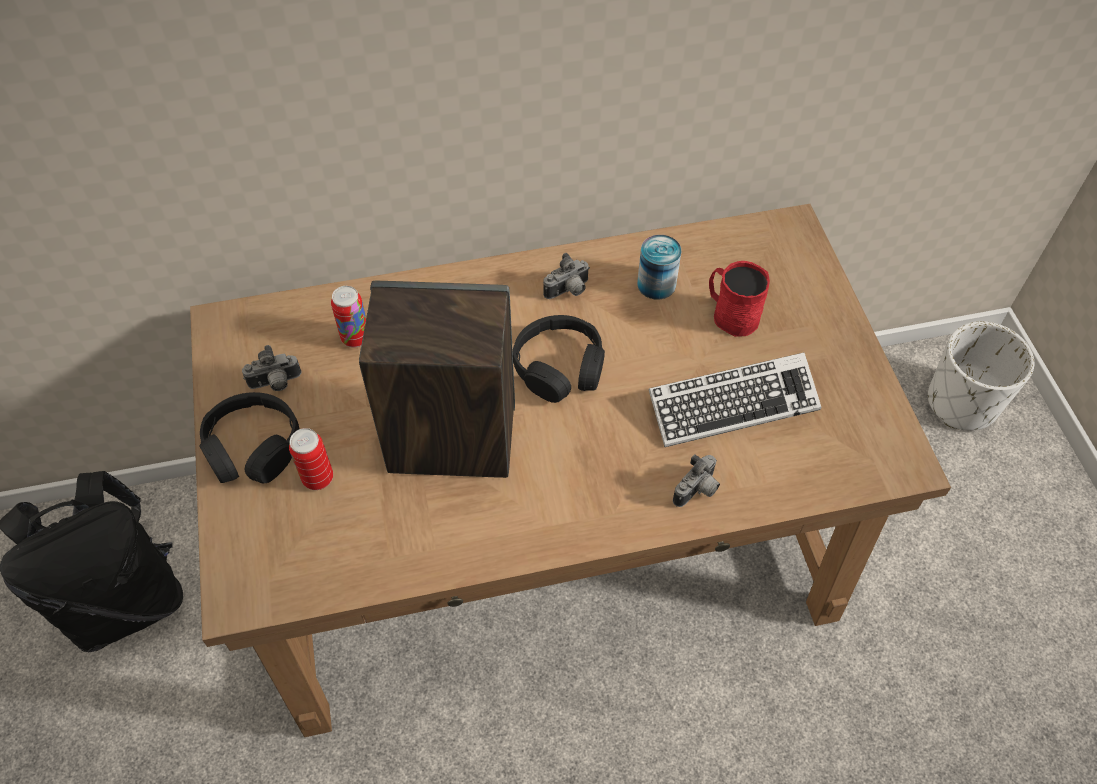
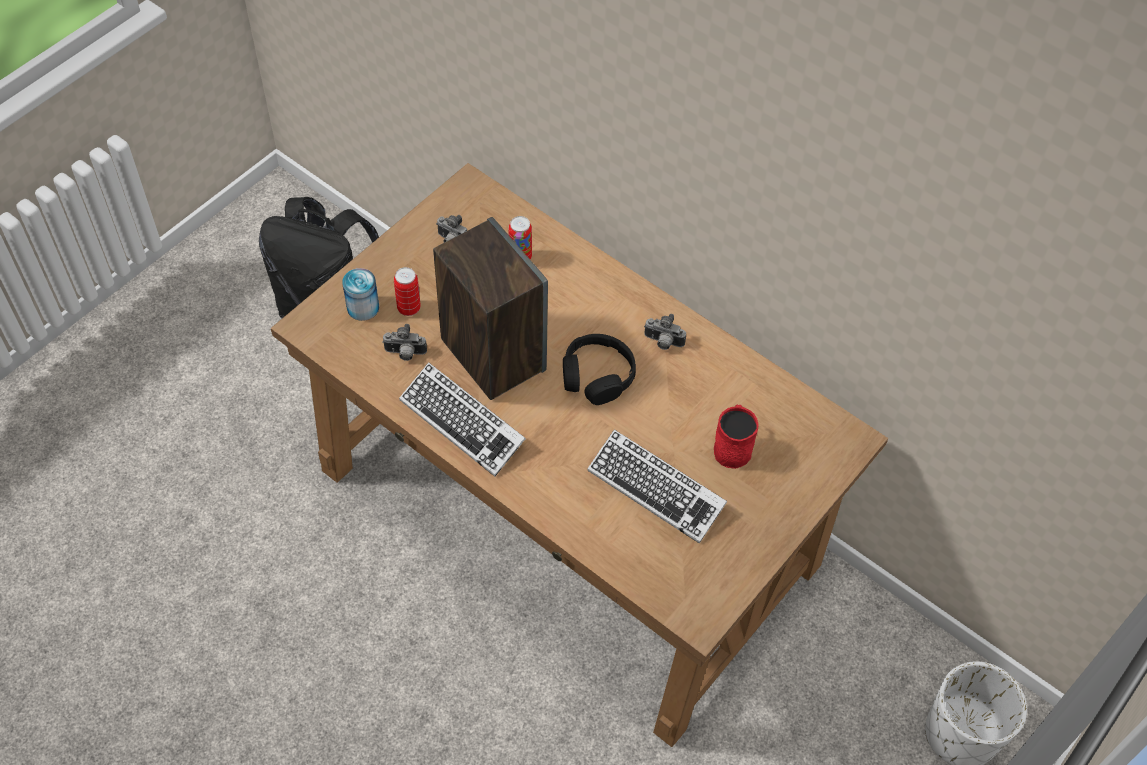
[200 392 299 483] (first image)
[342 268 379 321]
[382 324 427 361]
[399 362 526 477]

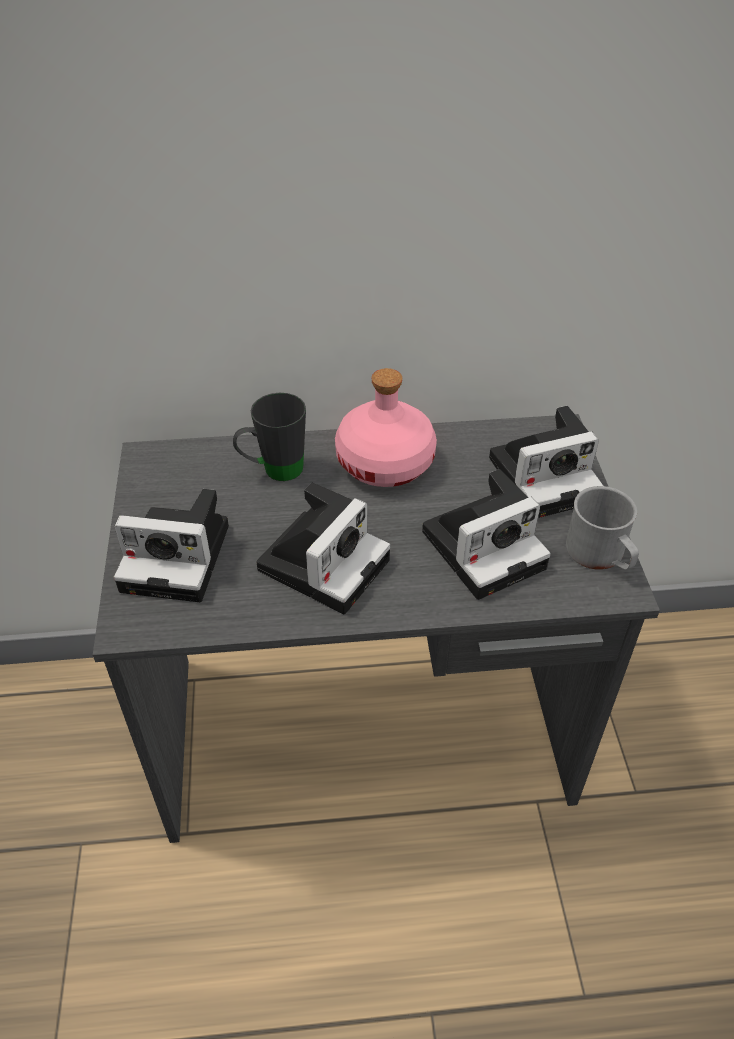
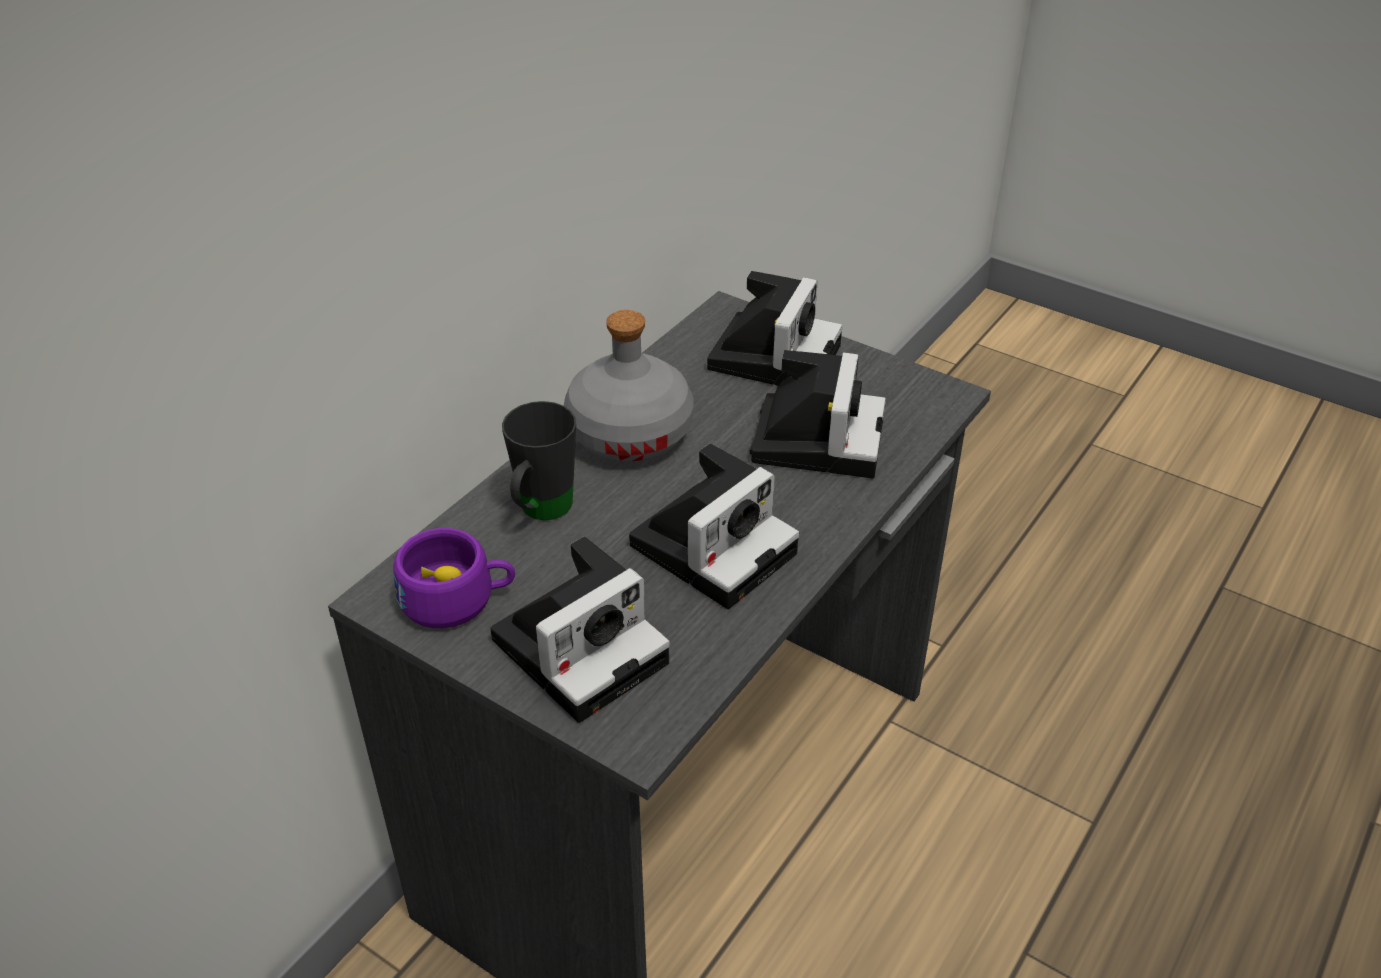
[629 444 799 609]
[564 310 694 461]
[566 486 639 570] (first image)
[393 528 515 628]

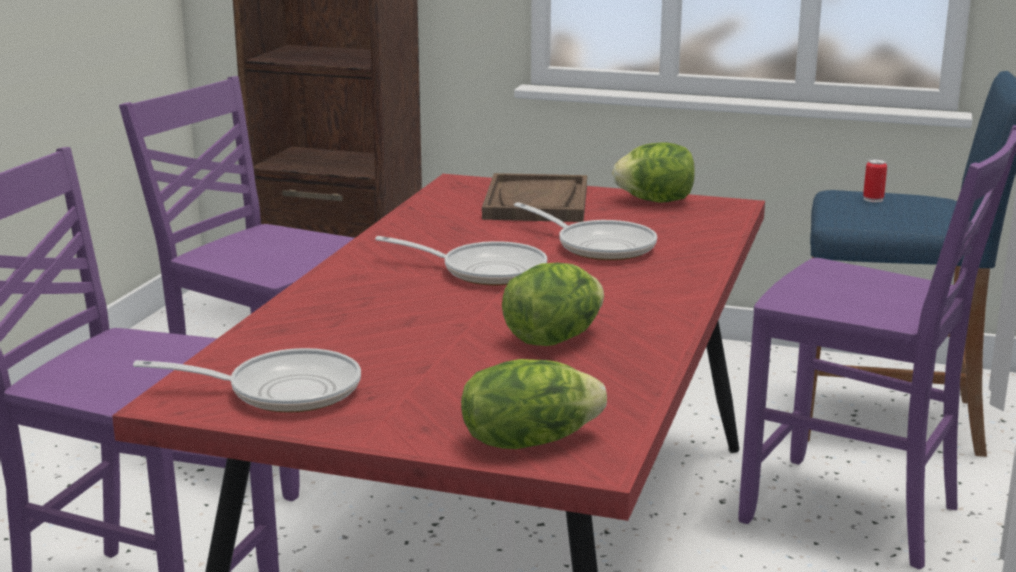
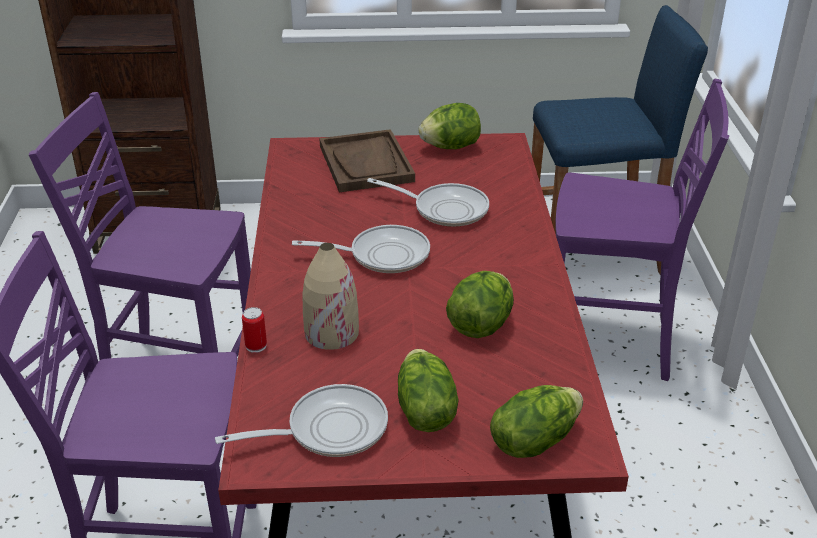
[242 307 267 353]
[303 243 359 350]
[398 349 459 432]

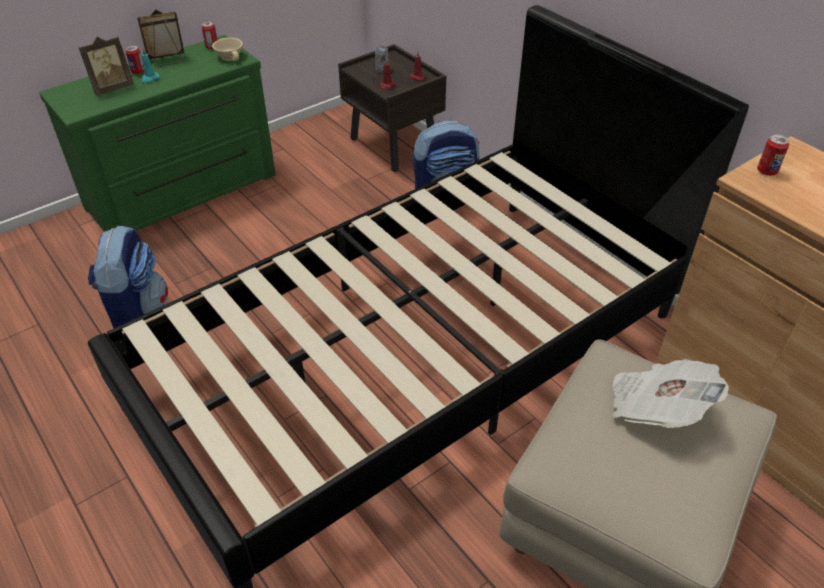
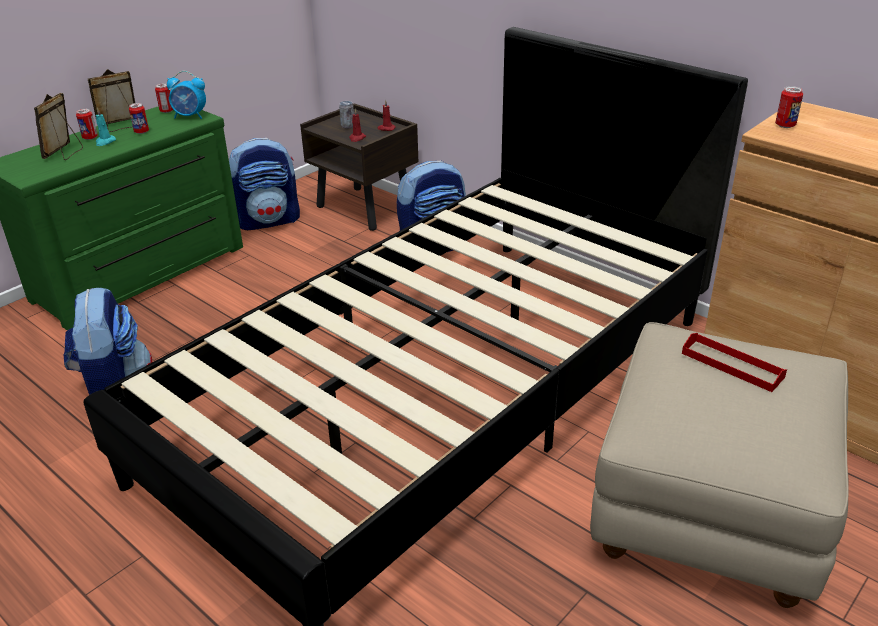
[34 93 83 160]
[167 71 206 119]
[682 333 787 392]
[129 103 149 134]
[229 138 300 230]

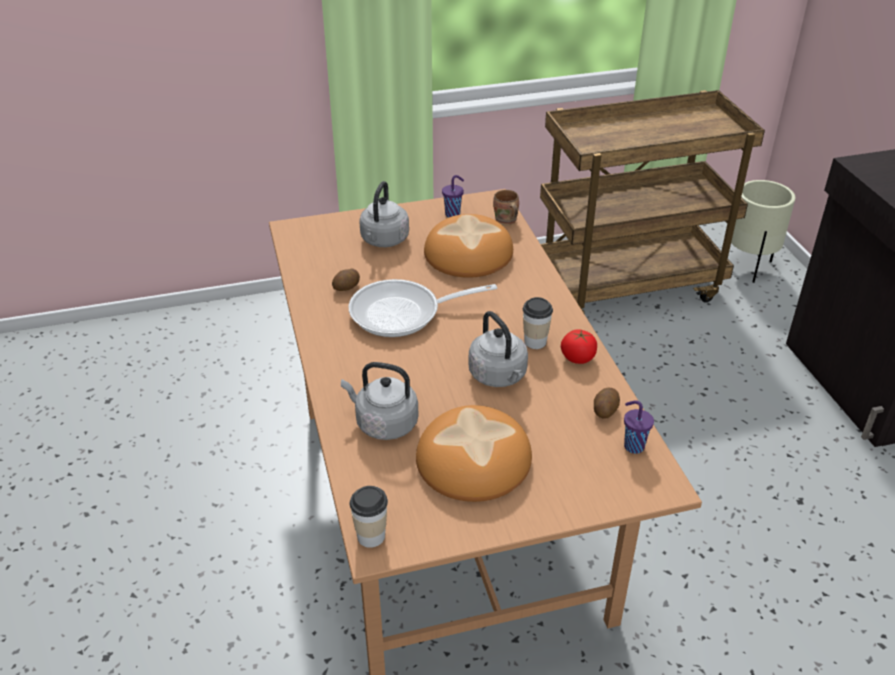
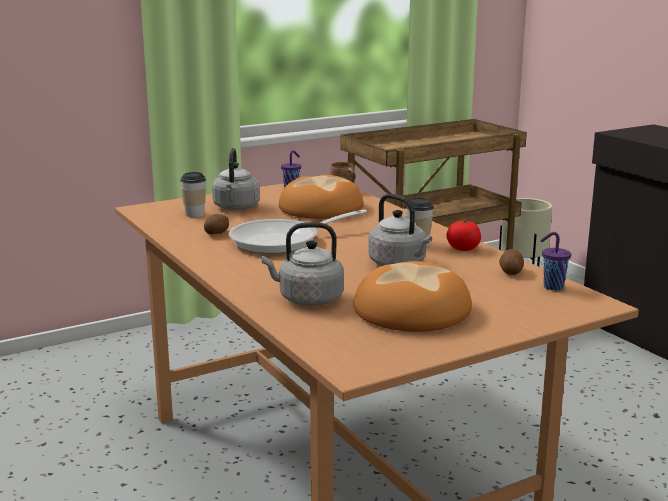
[180 172 206 217]

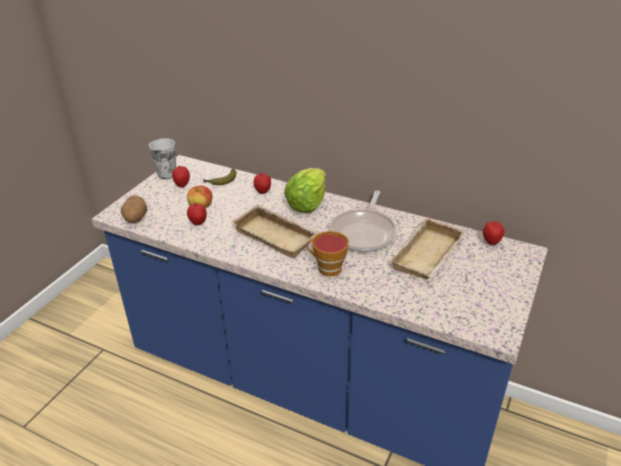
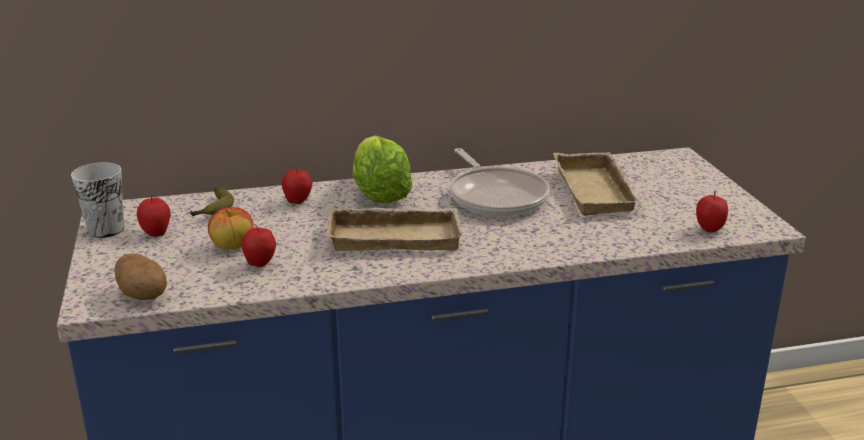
[307 231 349 276] (first image)
[696 191 728 233]

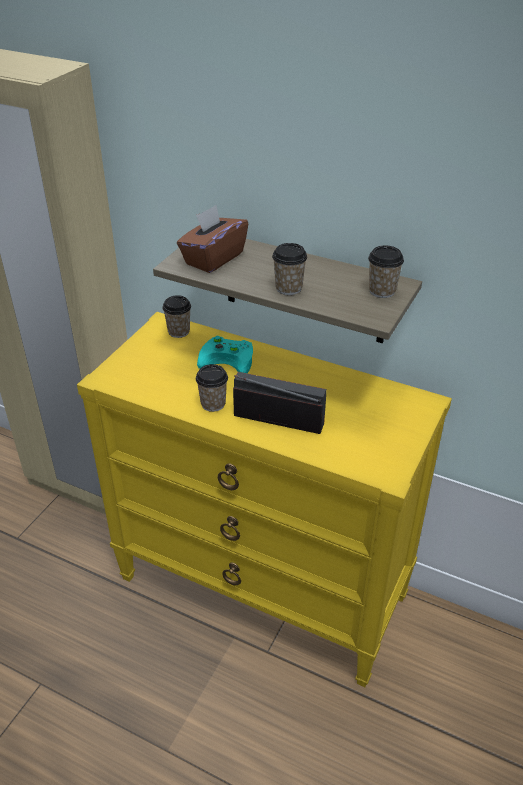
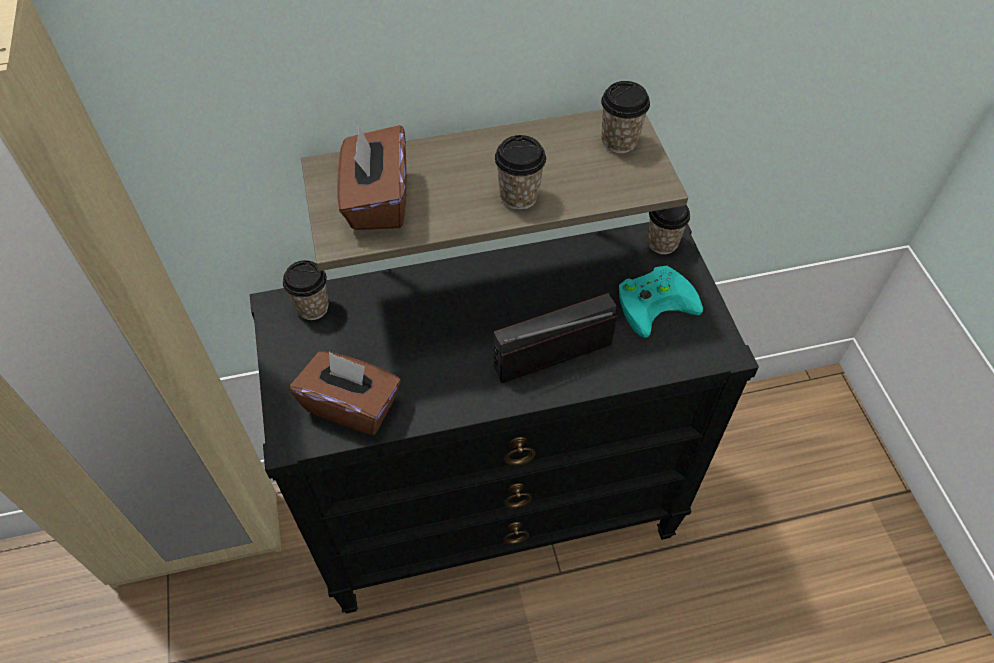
[250 222 759 614]
[647 205 690 254]
[619 266 703 338]
[290 351 401 435]

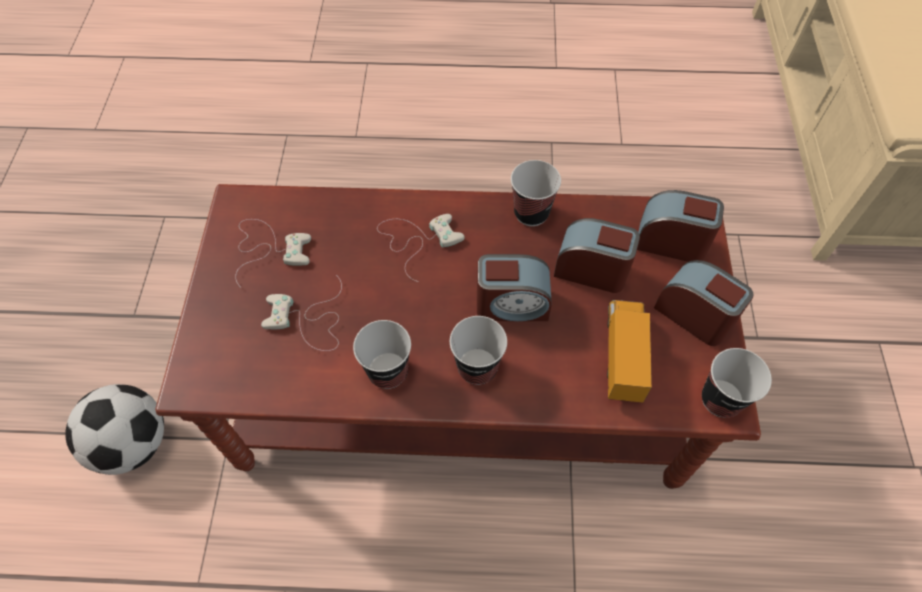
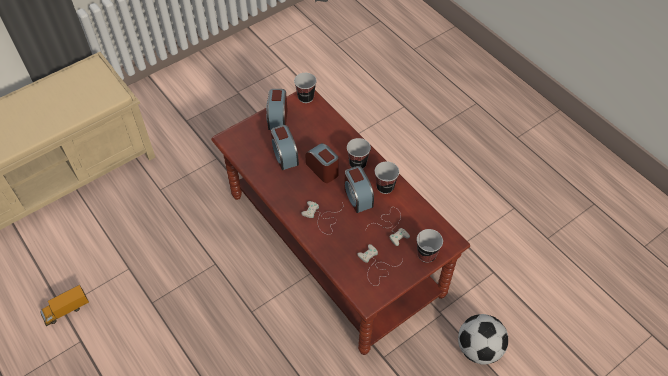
[417 229 443 263]
[40 285 89 326]
[344 166 374 213]

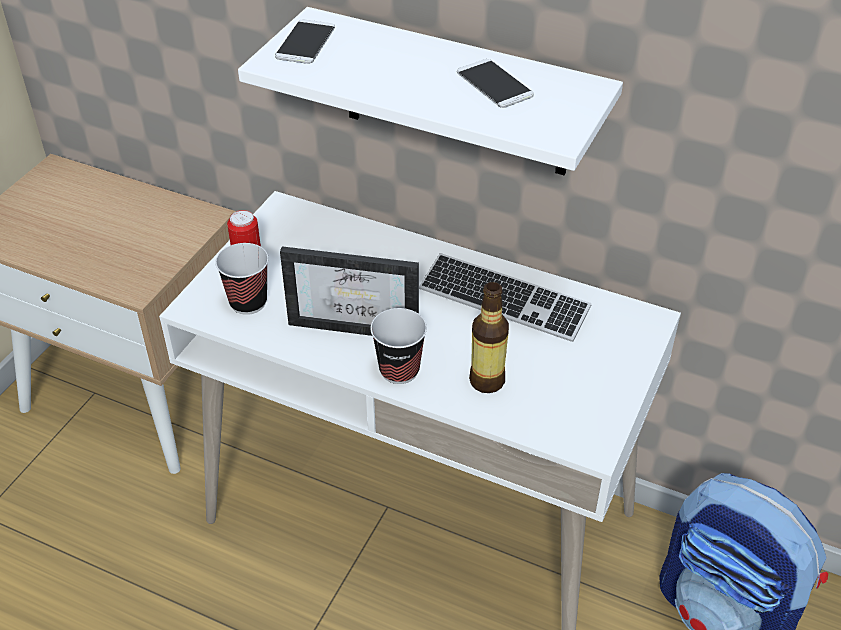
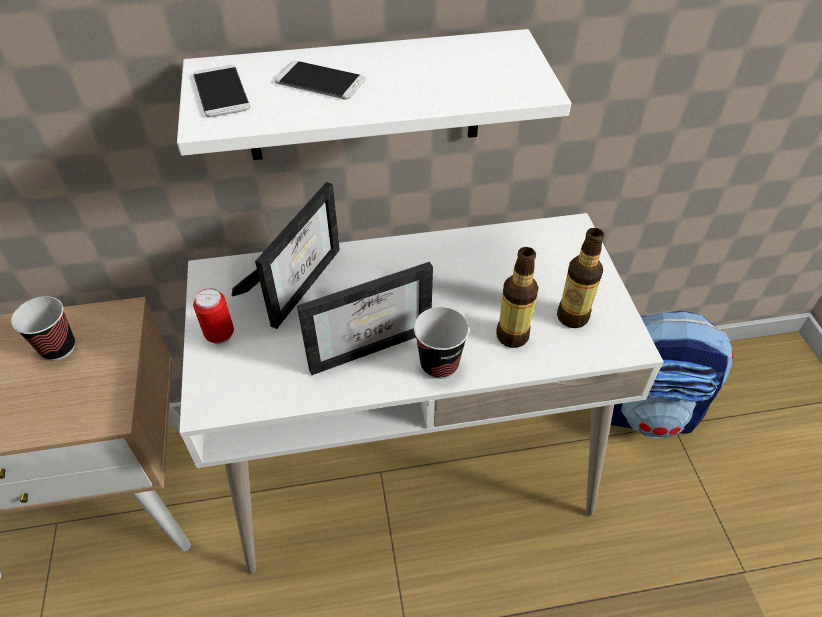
[11 296 75 361]
[419 253 591 342] (first image)
[275 61 365 99]
[232 182 340 329]
[557 228 604 328]

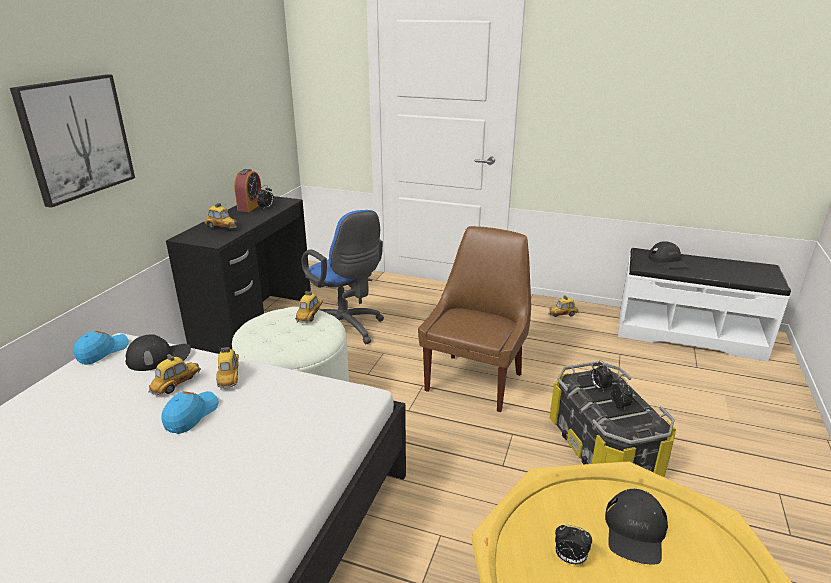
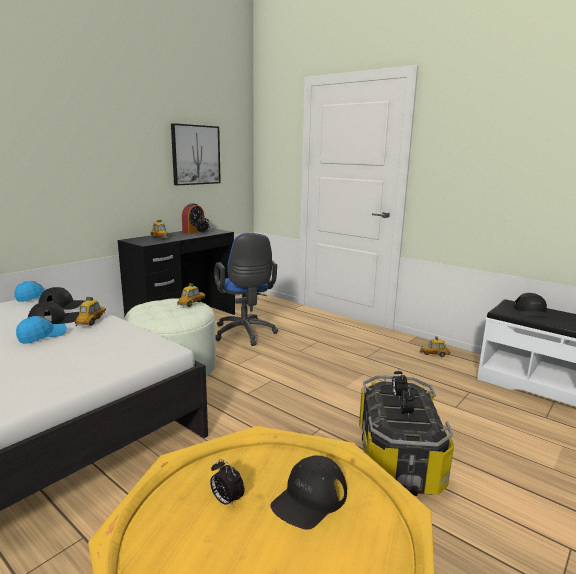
[171 123 221 185]
[28 302 79 324]
[418 226 531 412] (first image)

